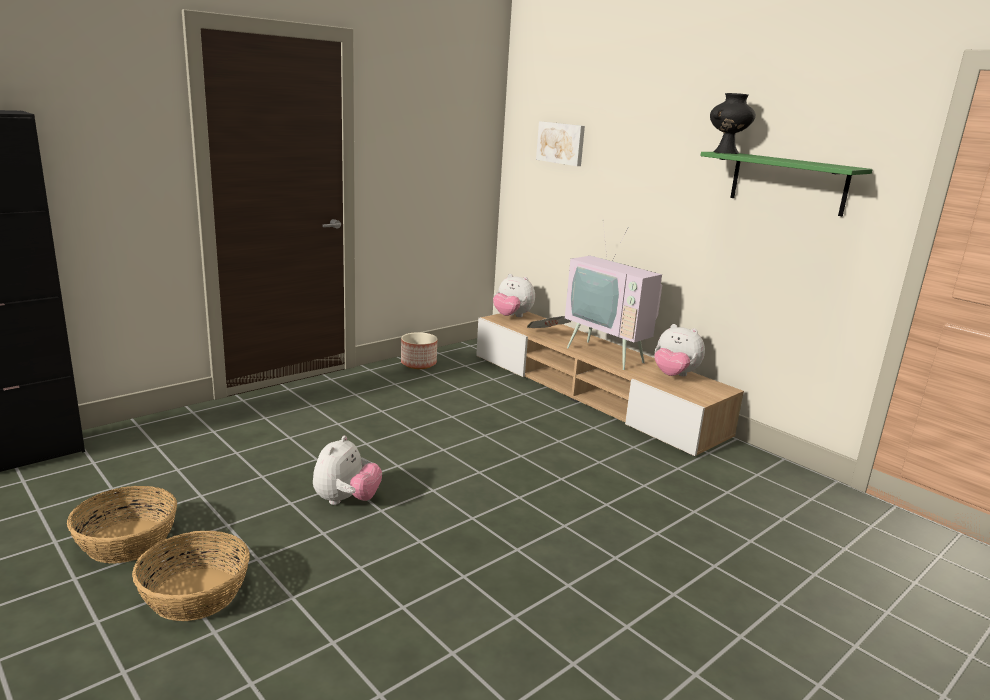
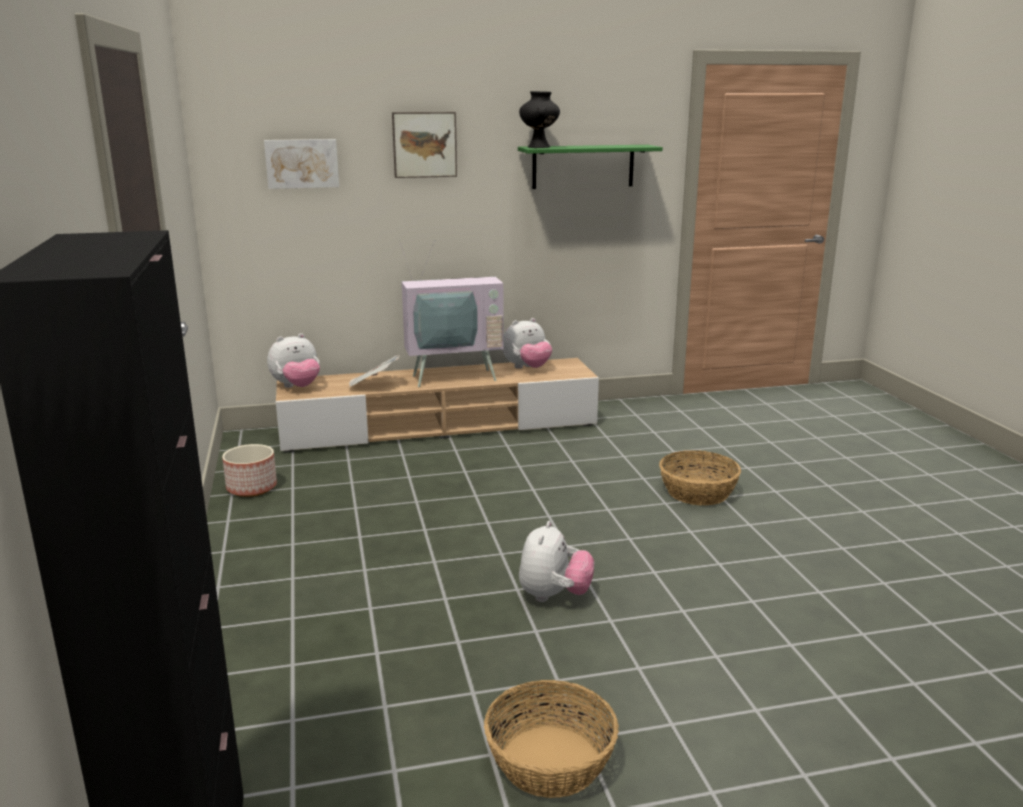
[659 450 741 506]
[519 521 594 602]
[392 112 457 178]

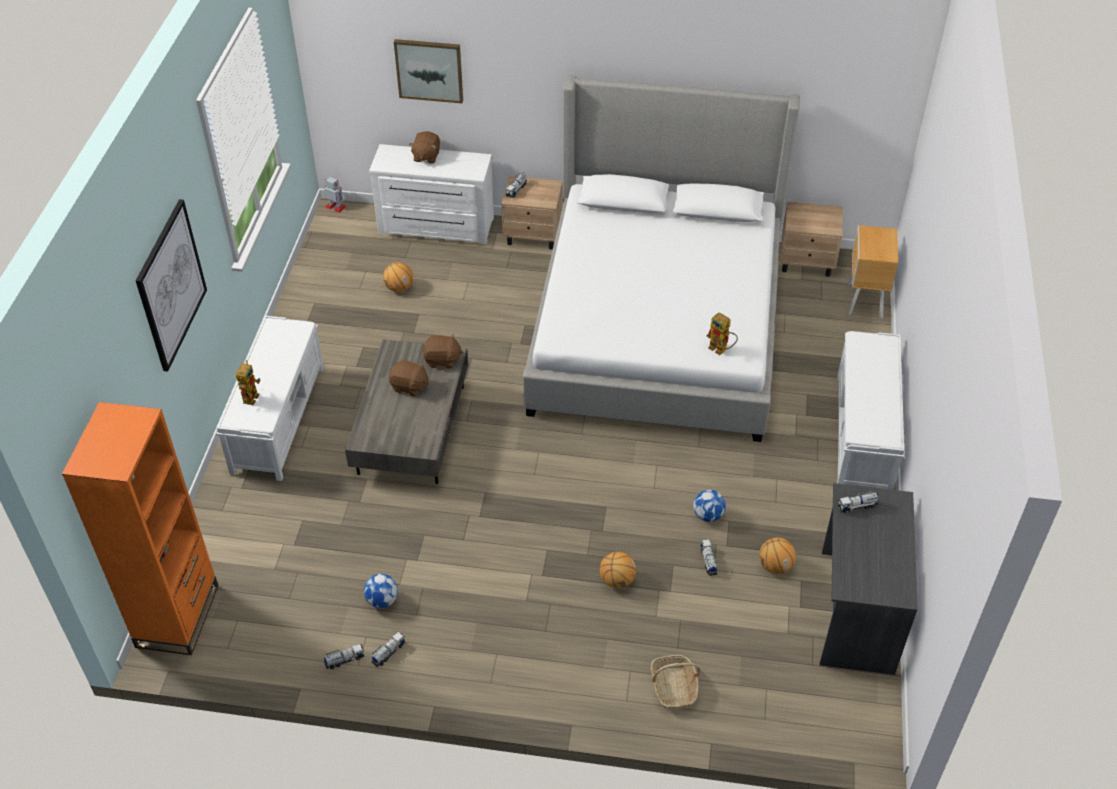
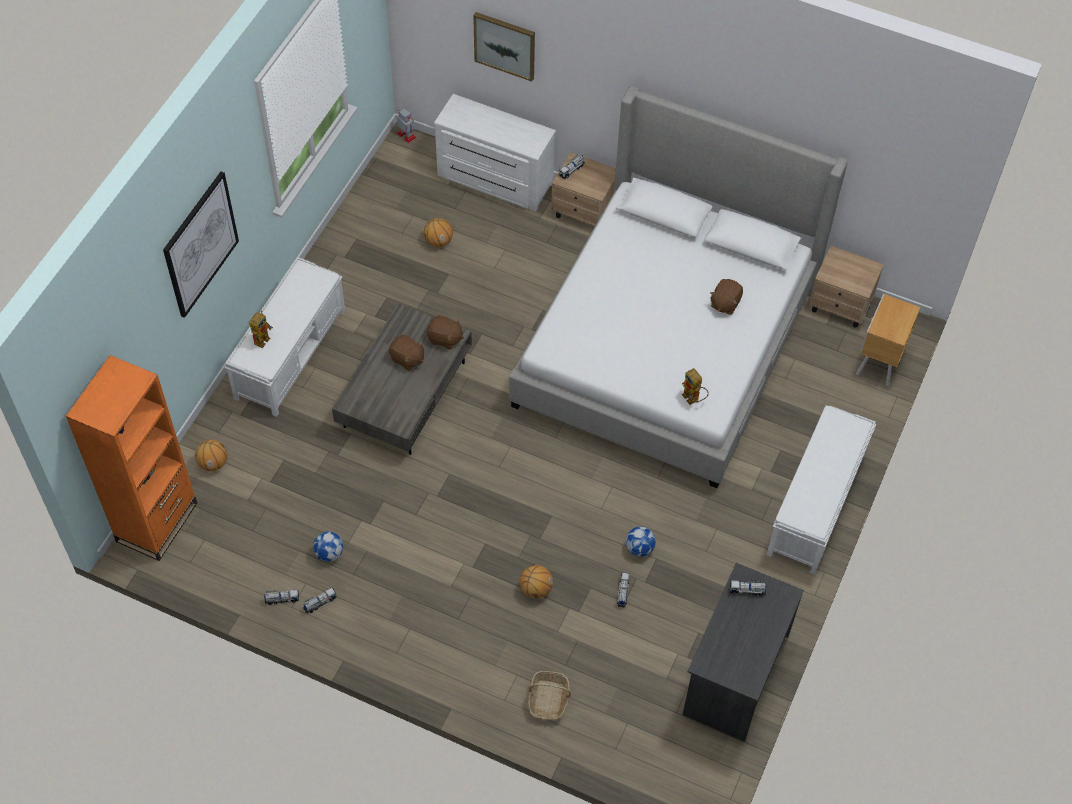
[710 279 743 315]
[195 440 227 471]

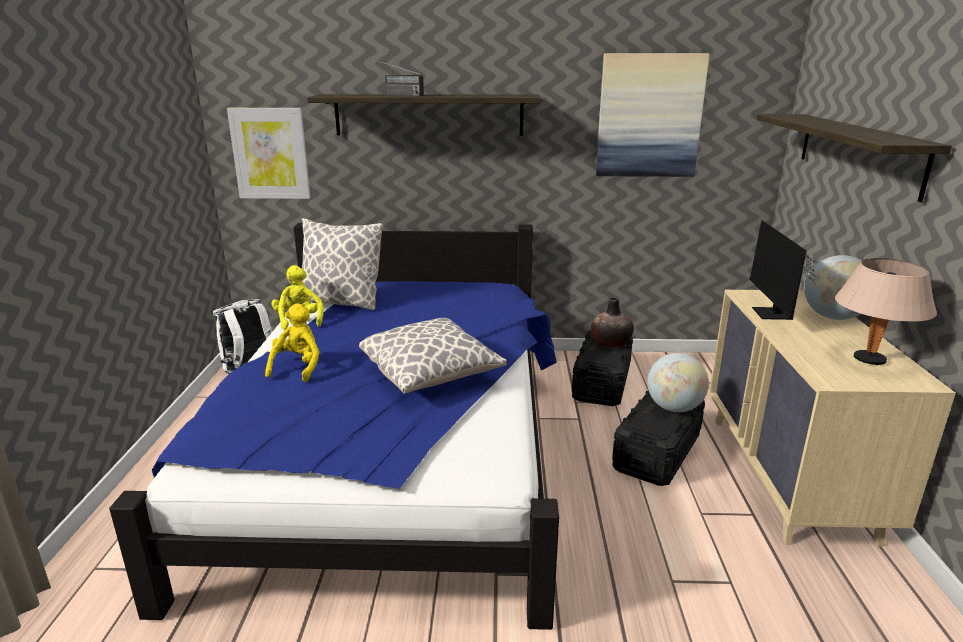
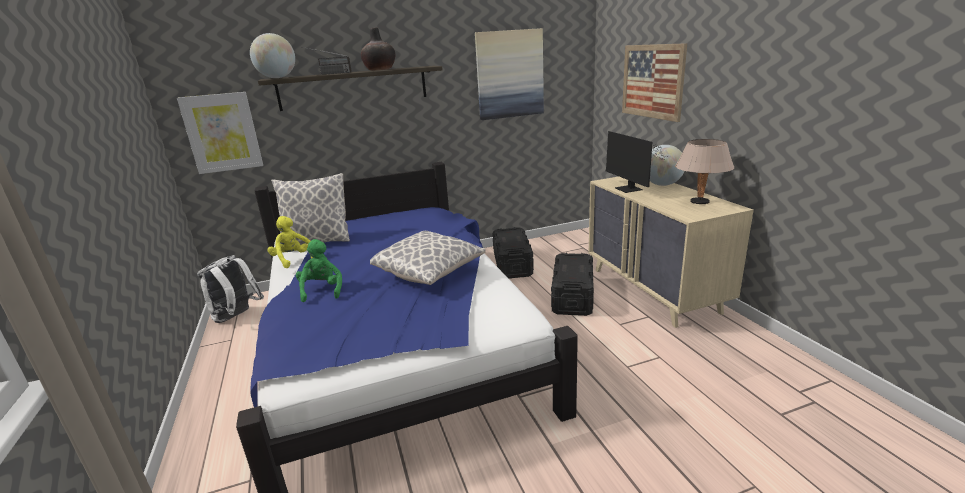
[296 239 342 302]
[361 27 395 70]
[250 33 295 78]
[622 43 687 122]

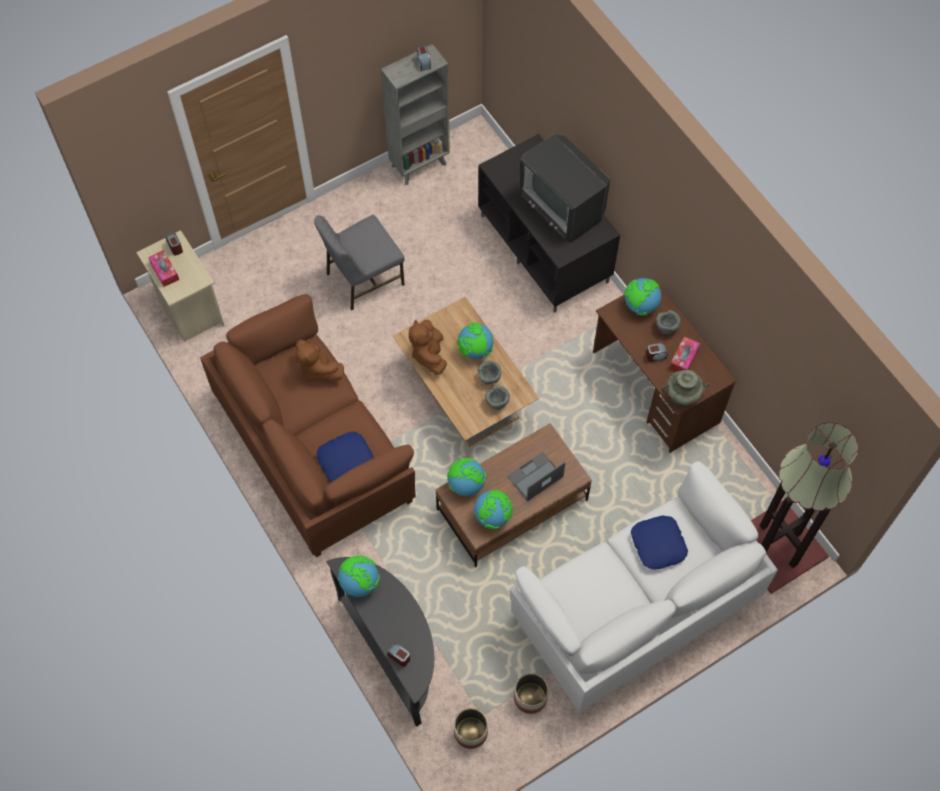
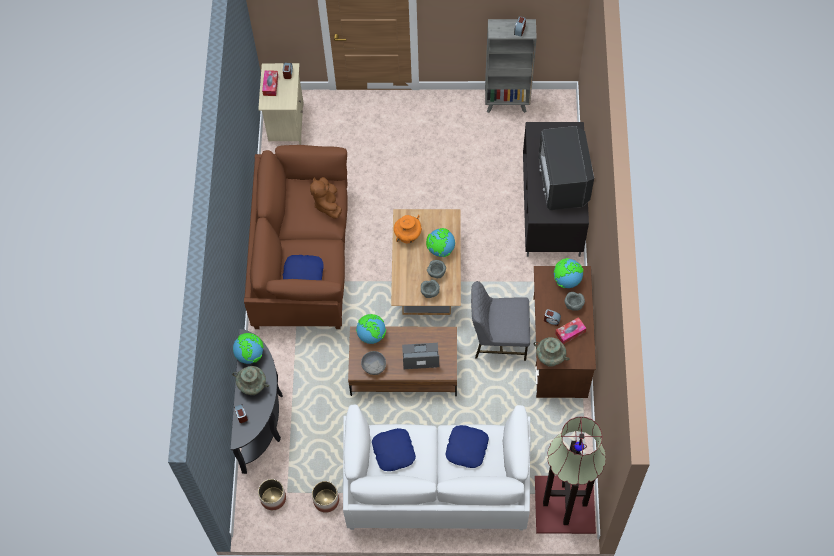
[471 281 530 361]
[394 215 422 243]
[361 351 386 375]
[232 366 269 395]
[372 428 416 471]

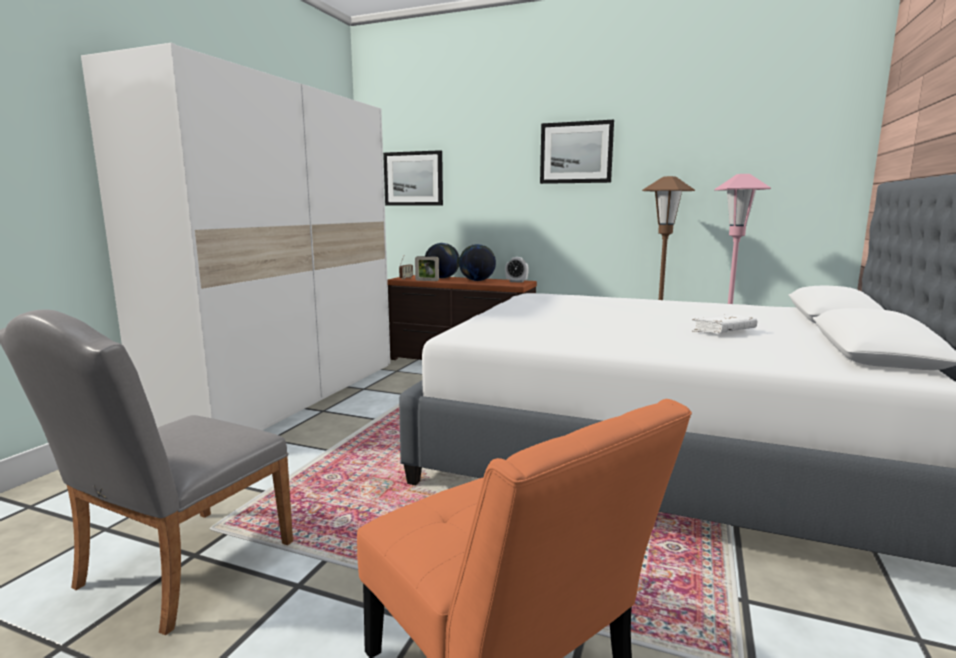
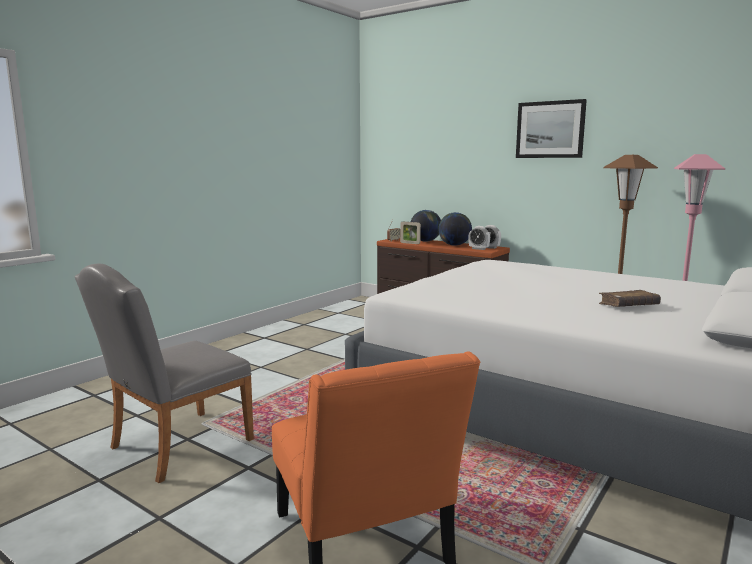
[81 43 390 430] (first image)
[383 150 443 206] (first image)
[599 290 661 307]
[468 226 490 250]

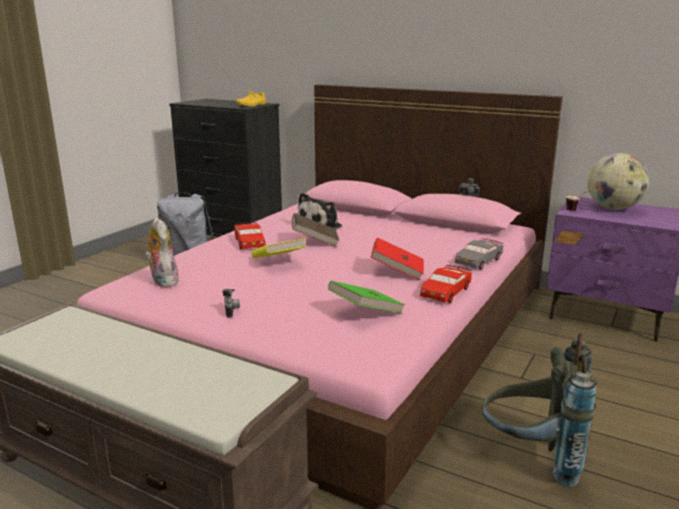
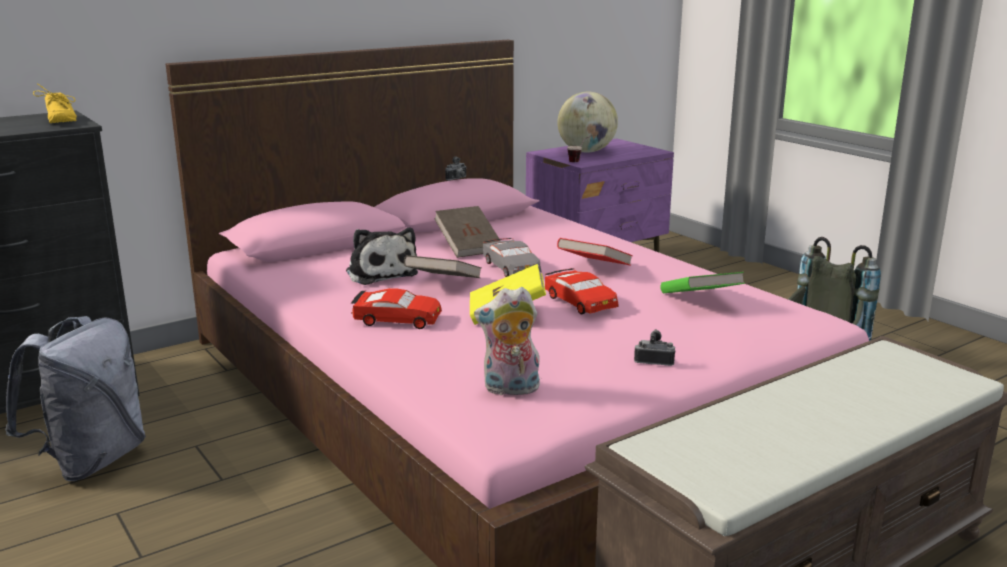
[545 268 619 314]
[483 238 541 277]
[434 206 501 258]

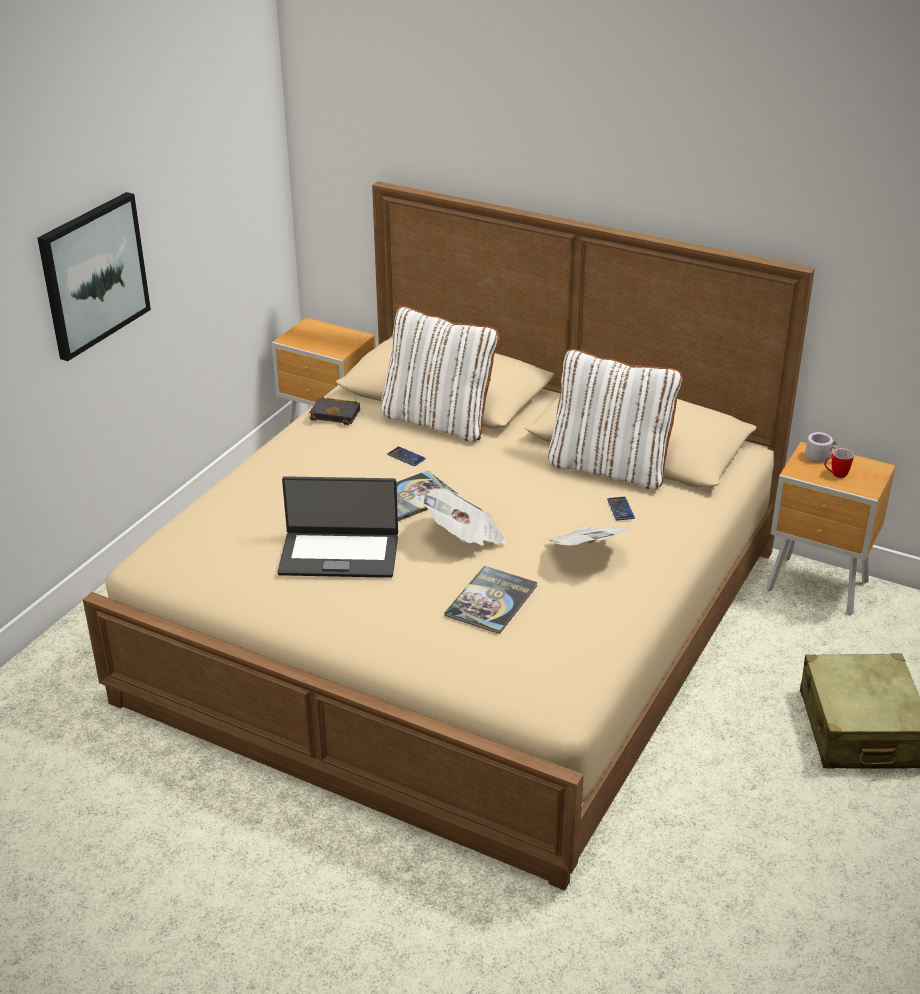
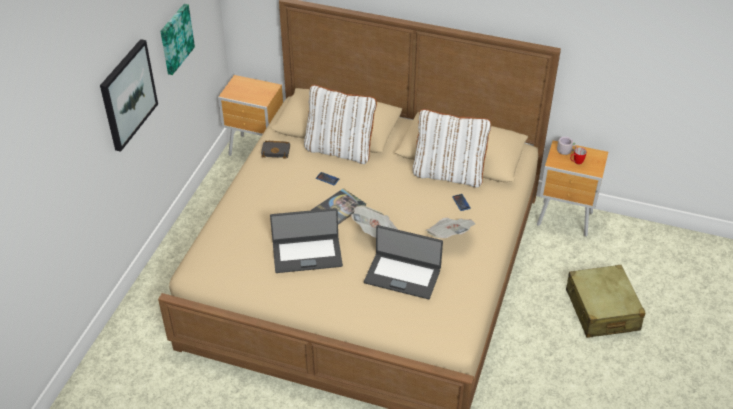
[364 225 443 299]
[160 4 195 75]

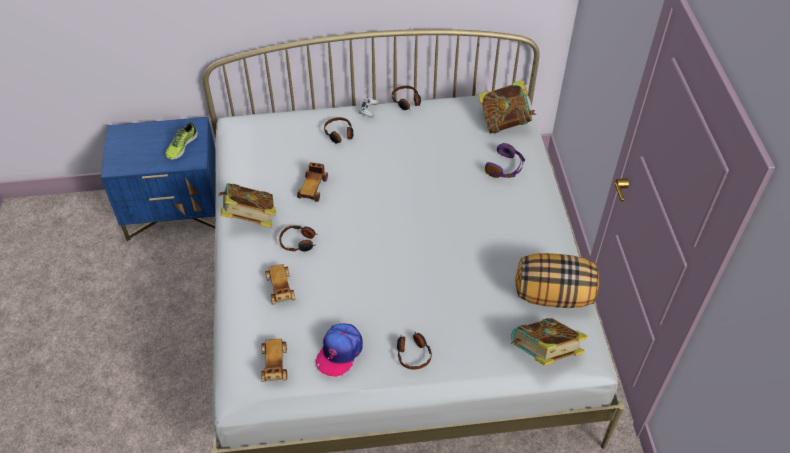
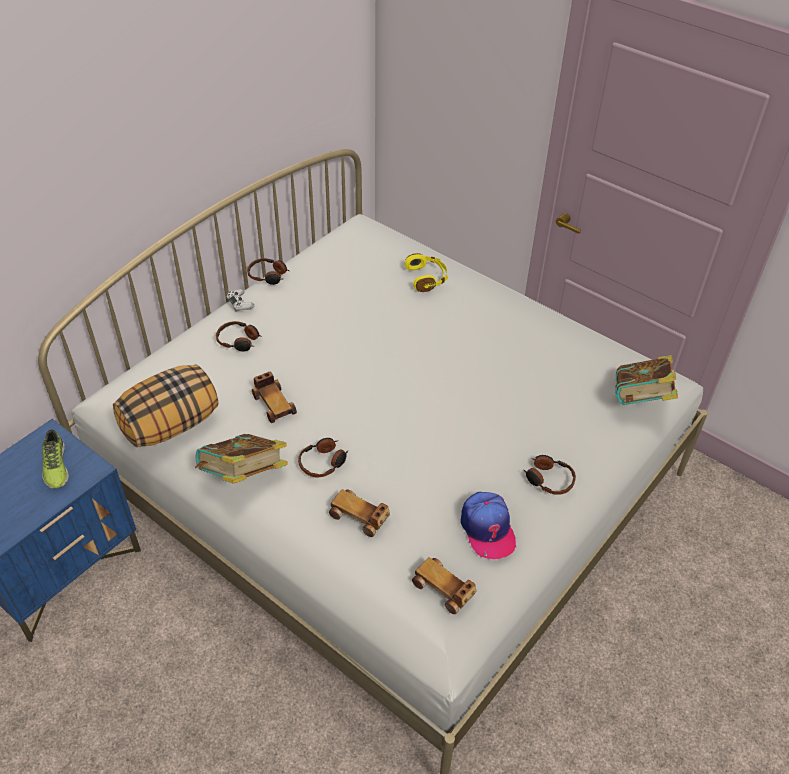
[478 80 536 133] (first image)
[405 253 448 292]
[113 364 218 447]

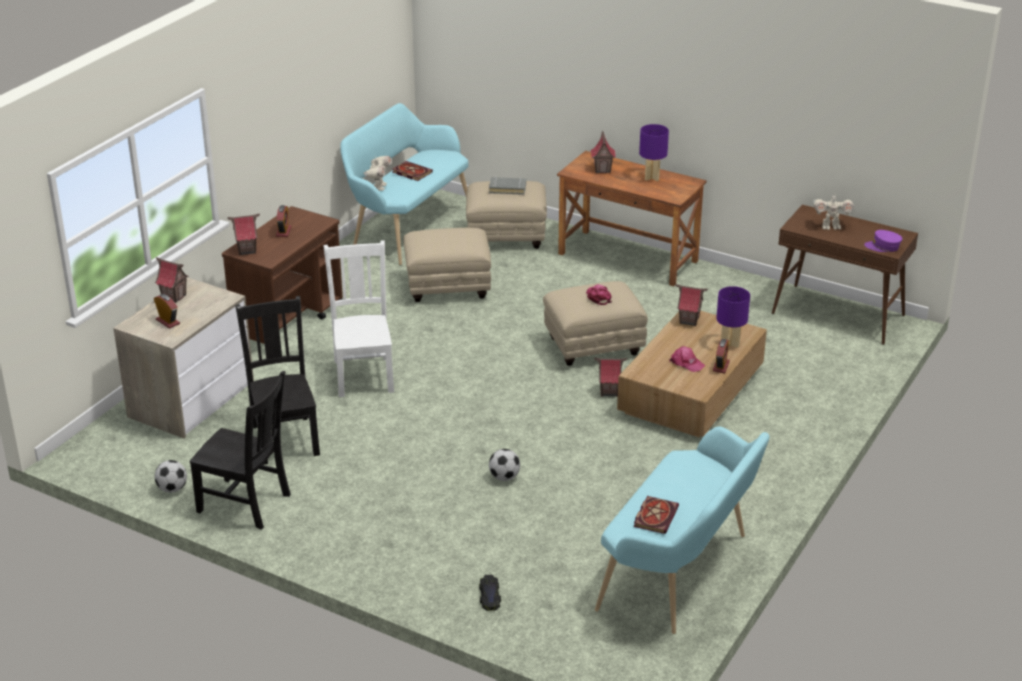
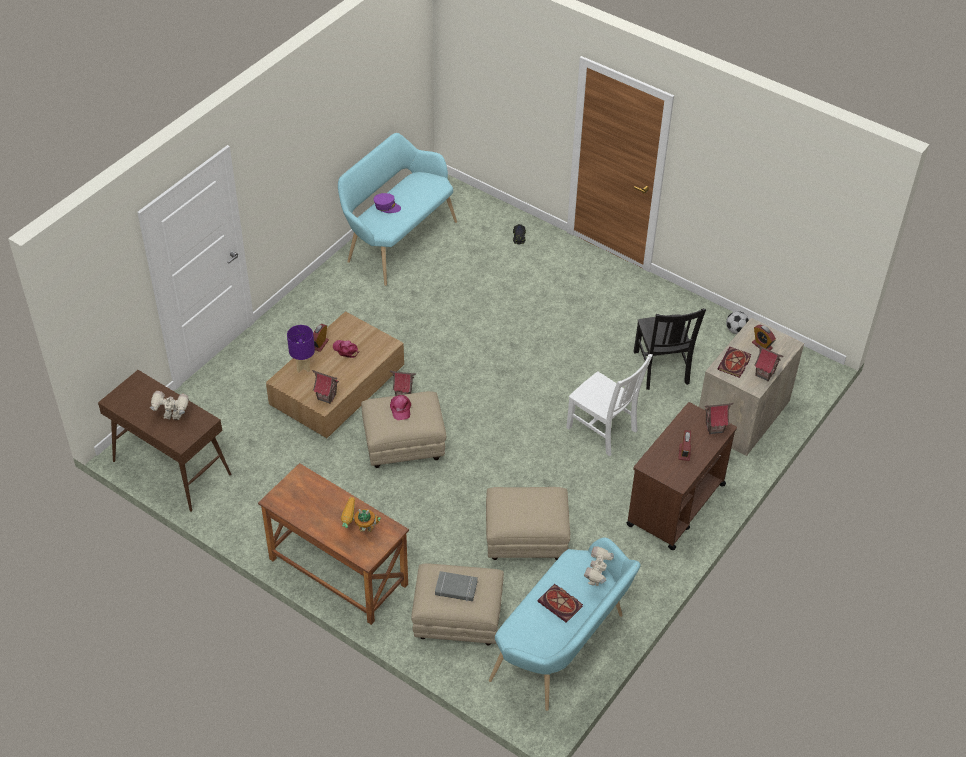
[189 371 291 530] (first image)
[566 354 653 456]
[489 449 520 481] (first image)
[341 497 381 532]
[718 347 751 378]
[639 124 669 181] (first image)
[373 193 401 213]

